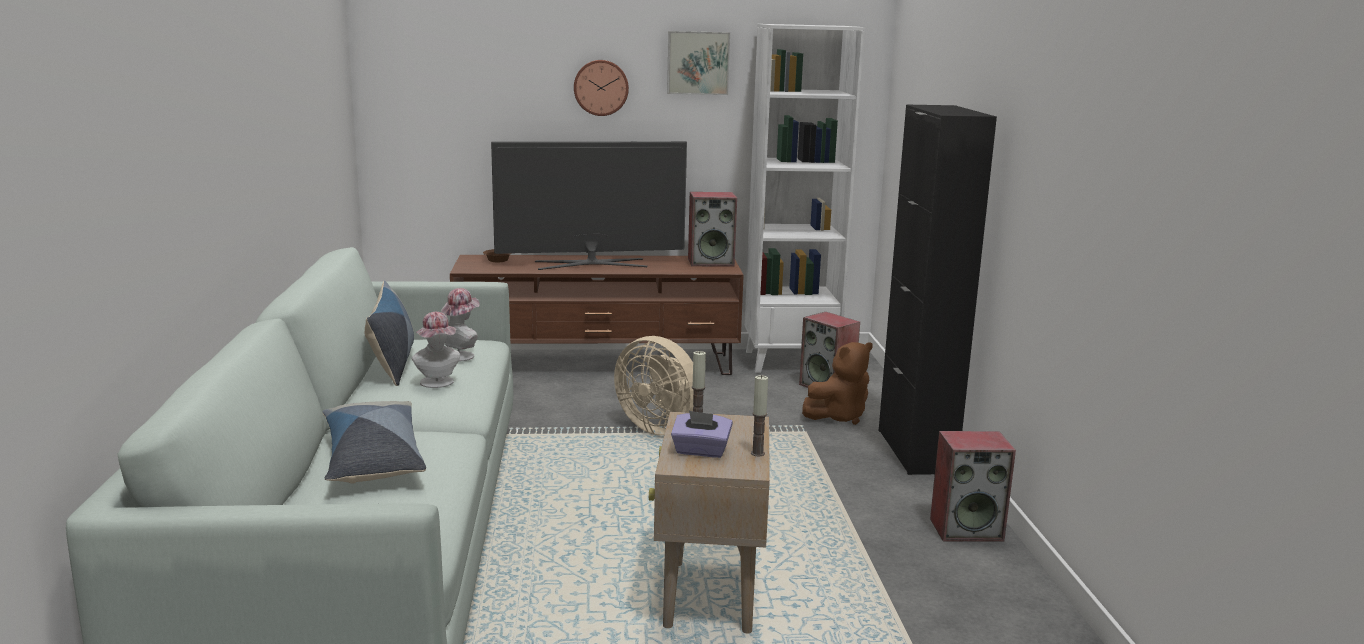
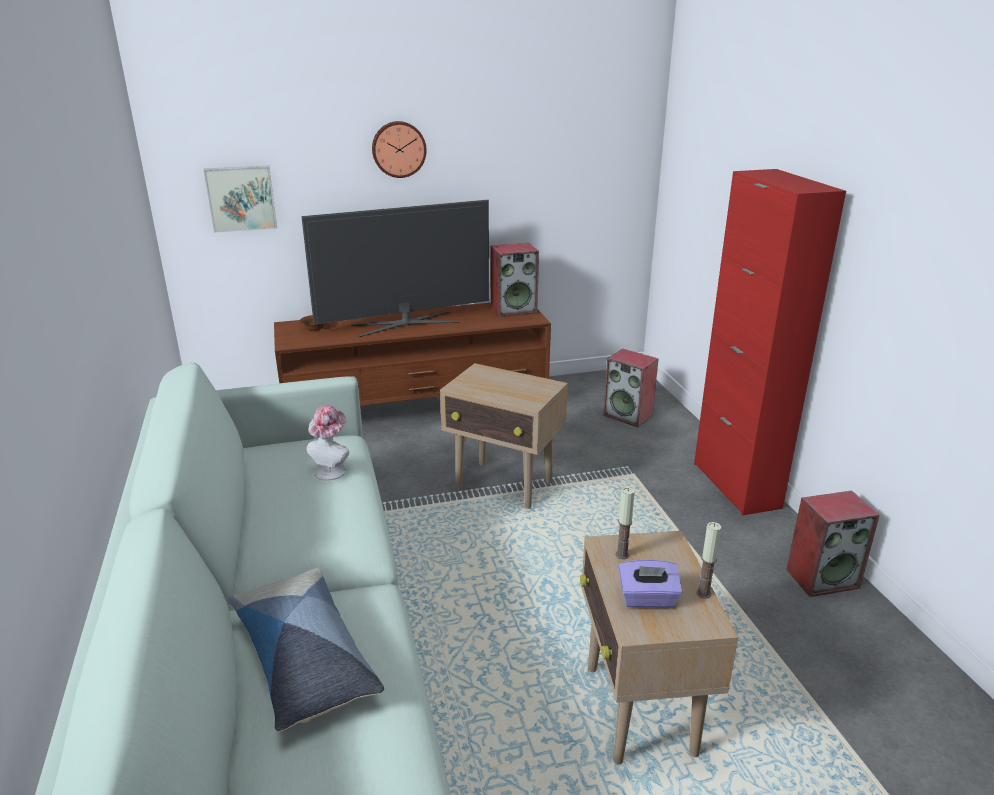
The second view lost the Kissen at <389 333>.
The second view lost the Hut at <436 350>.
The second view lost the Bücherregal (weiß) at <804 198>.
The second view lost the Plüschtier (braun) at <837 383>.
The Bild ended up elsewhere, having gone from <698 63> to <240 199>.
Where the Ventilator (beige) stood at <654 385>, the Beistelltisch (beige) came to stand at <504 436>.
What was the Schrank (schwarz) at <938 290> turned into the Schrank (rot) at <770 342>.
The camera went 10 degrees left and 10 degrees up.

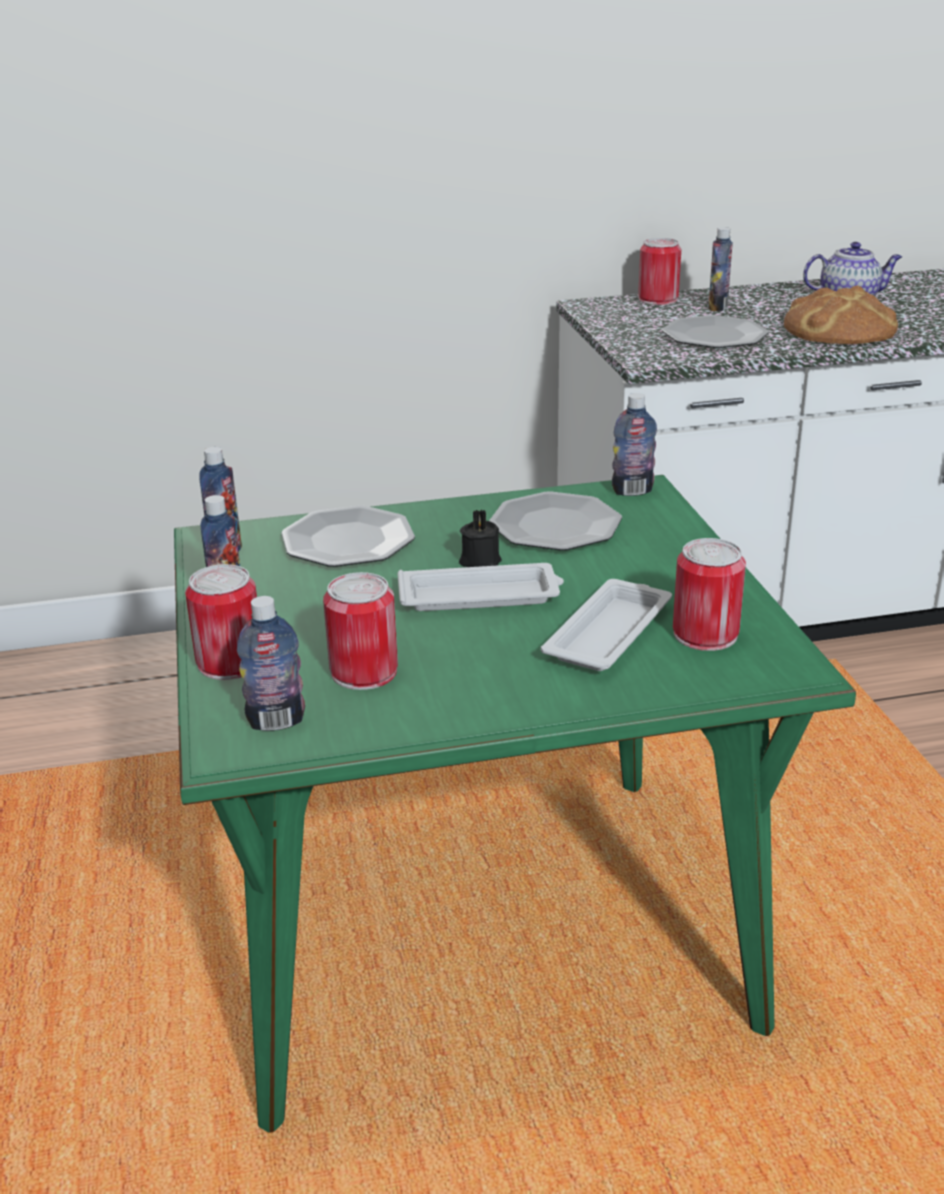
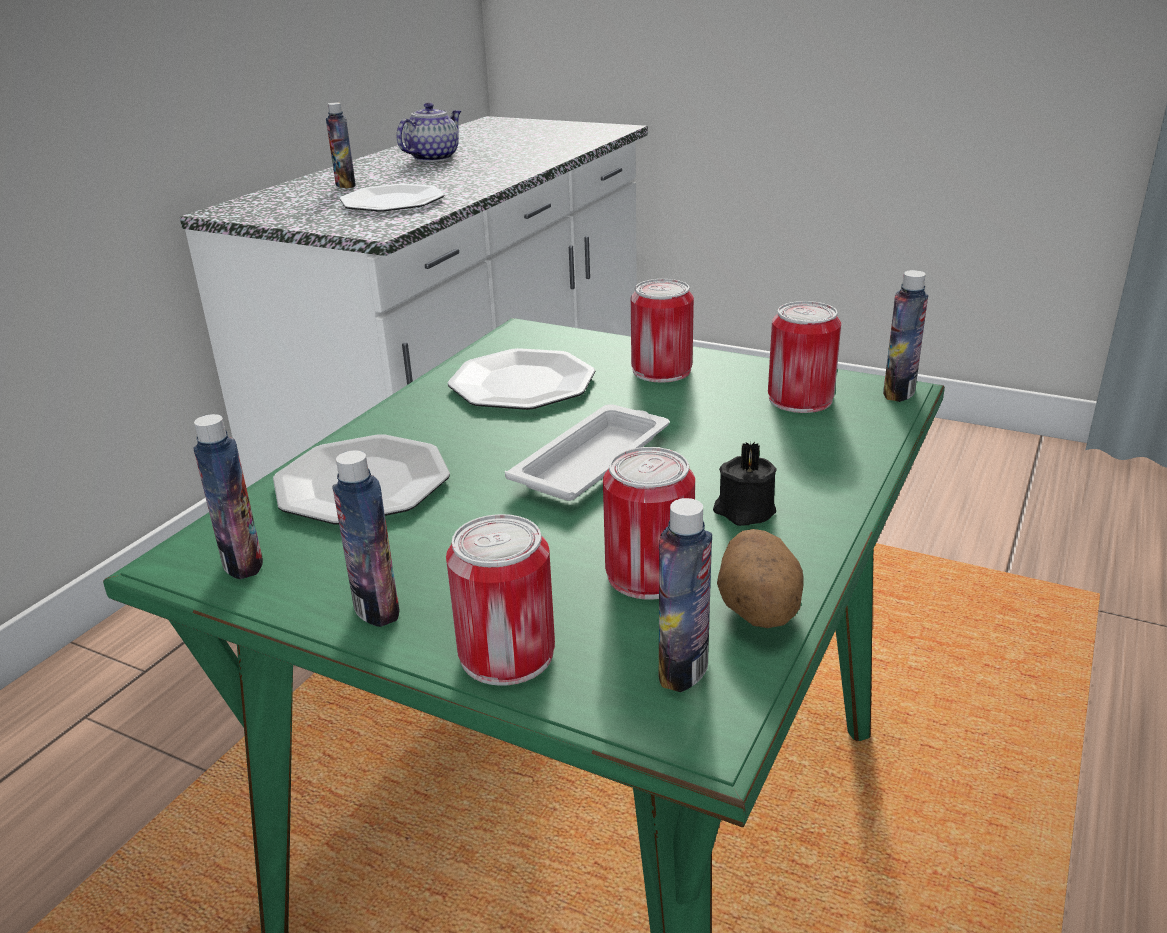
The second view lost the Tablett (weiß) at <606 625>.
The second view lost the Brot at <841 314>.
The second view gained the Kartoffel at <760 578>.
The Kerze (schwarz) ended up elsewhere, having gone from <480 538> to <745 484>.
The Flasche ended up elsewhere, having gone from <634 444> to <905 336>.
The Dose ended up elsewhere, having gone from <659 271> to <662 331>.
The camera went 50 degrees left and 0 degrees up.

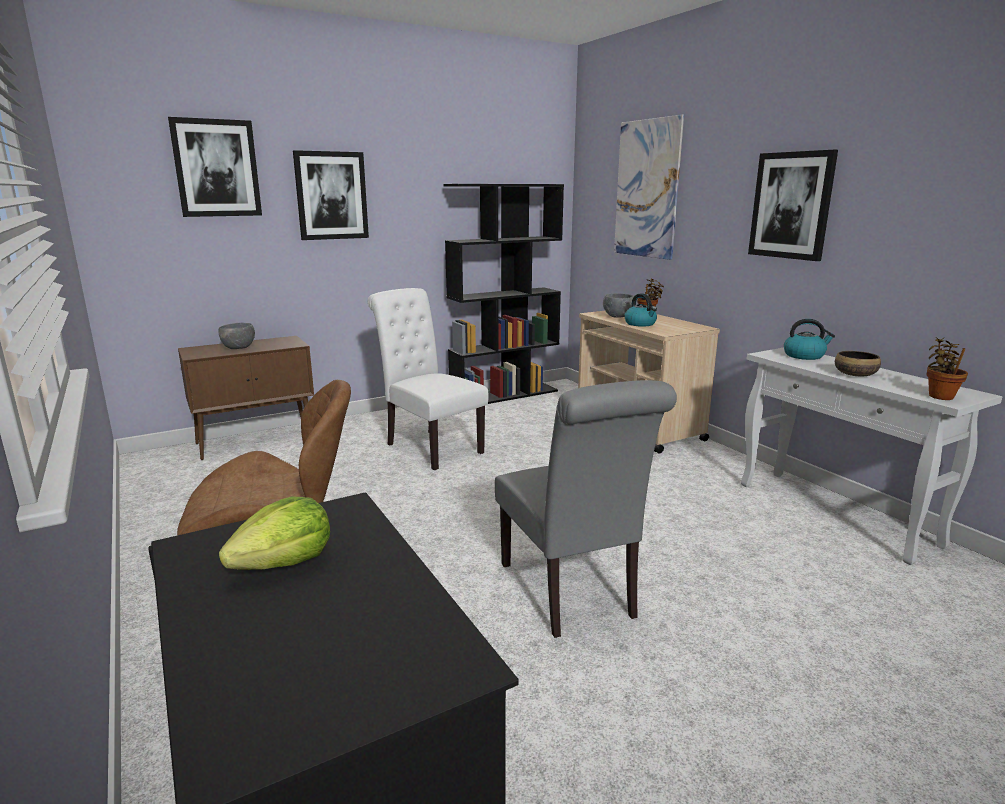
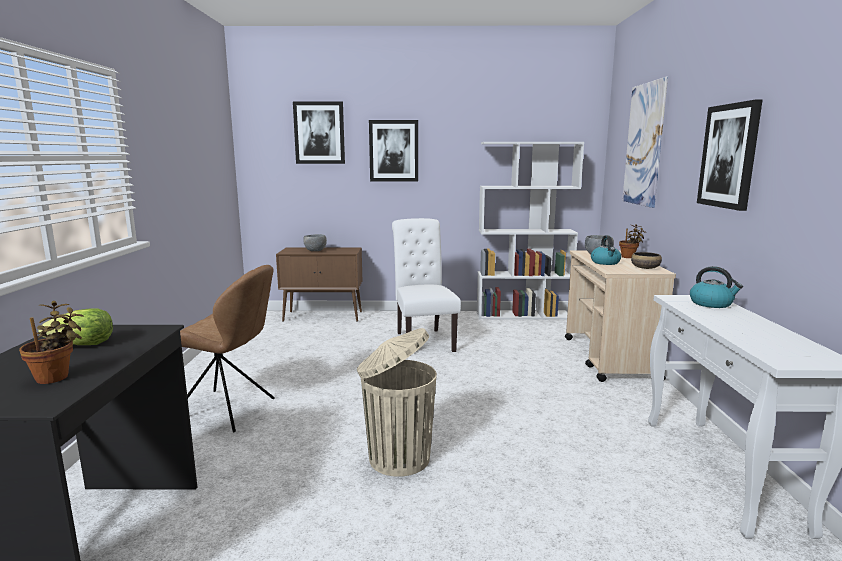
The Schüssel ended up elsewhere, having gone from <858 363> to <646 260>.
The Topfpflanze ended up elsewhere, having gone from <947 368> to <51 342>.
Where the Stuhl (grau) stood at <586 509>, the Mülleimer (beige) came to stand at <397 402>.
What was the Bücherregal (schwarz) at <503 294> turned into the Bücherregal (weiß) at <530 231>.
The camera went 30 degrees right and 5 degrees down.

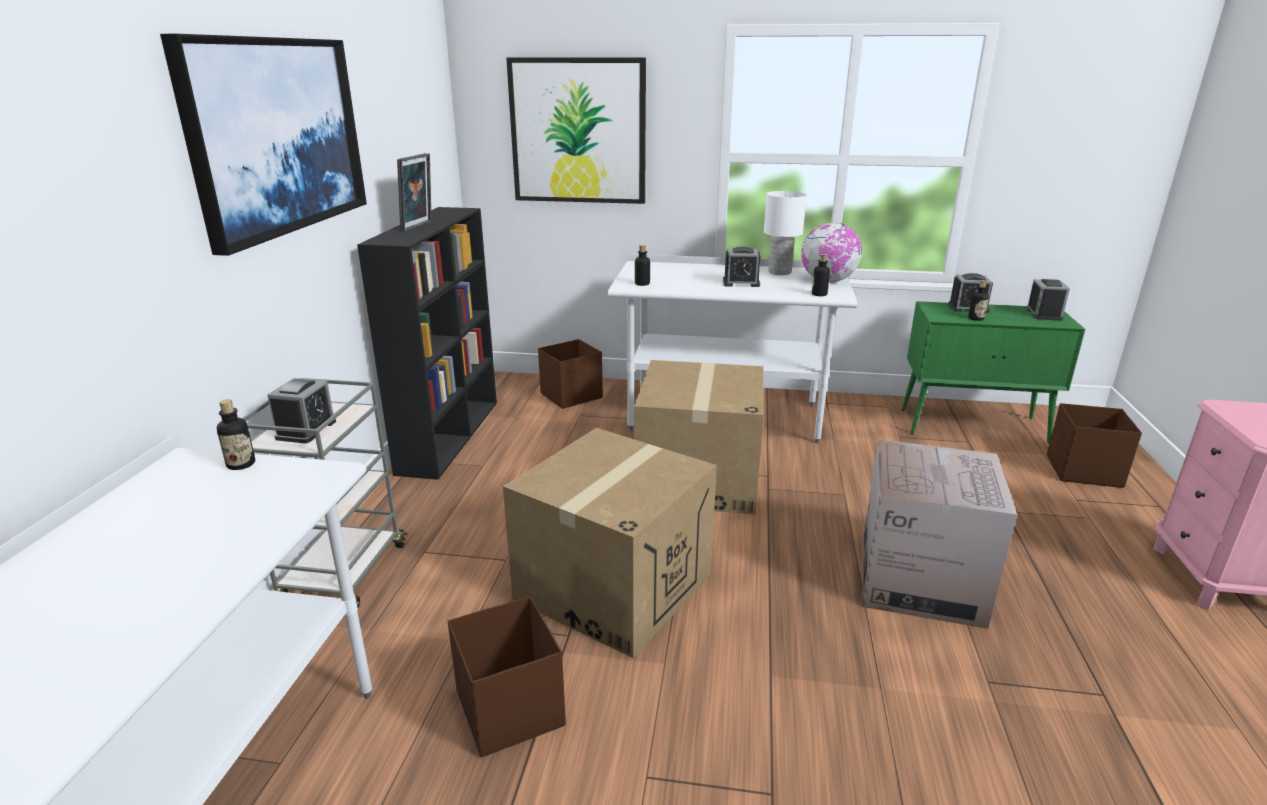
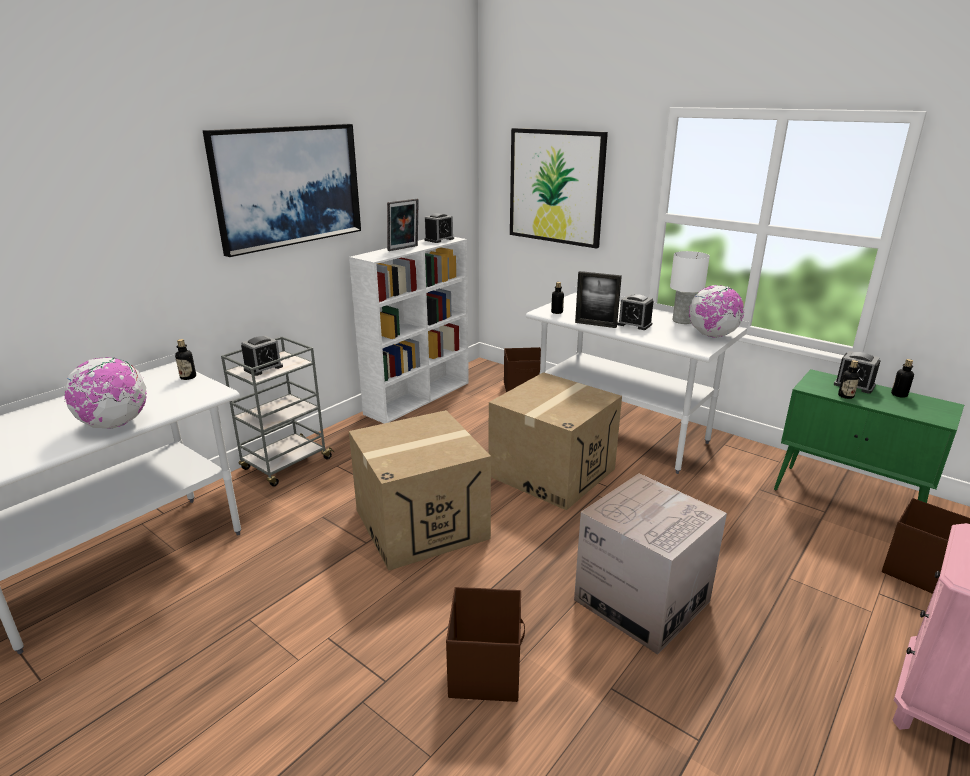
The second view gained the Globus at <105 393>.
The second view gained the Bilderrahmen at <598 299>.
The Aufbewahrungsbox (braun) ended up elsewhere, having gone from <507 676> to <485 644>.
The Flasche ended up elsewhere, having gone from <821 275> to <902 378>.
The Wecker ended up elsewhere, having gone from <1048 300> to <439 228>.
What was the Bücherregal (schwarz) at <427 343> turned into the Bücherregal (weiß) at <409 330>.
The camera went 30 degrees right and 0 degrees up.

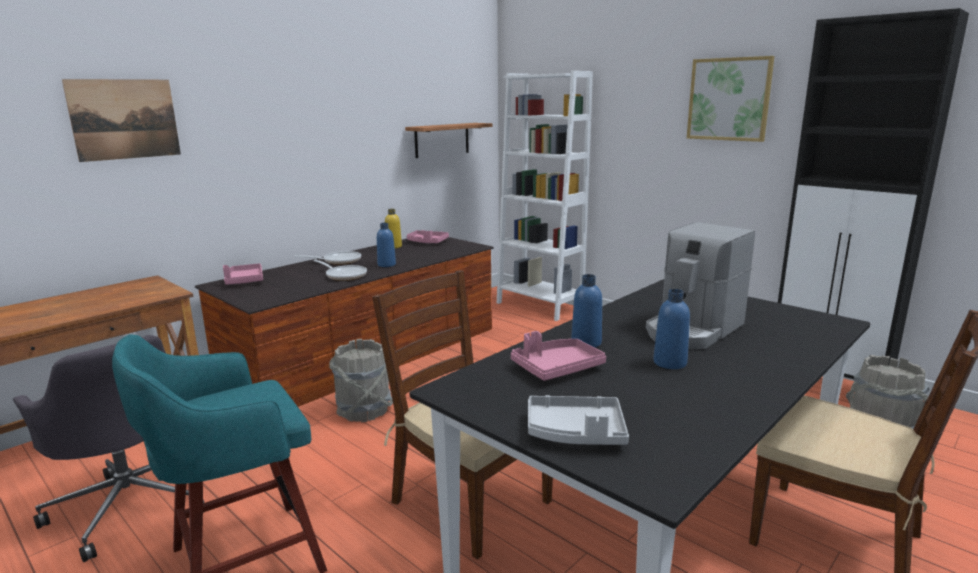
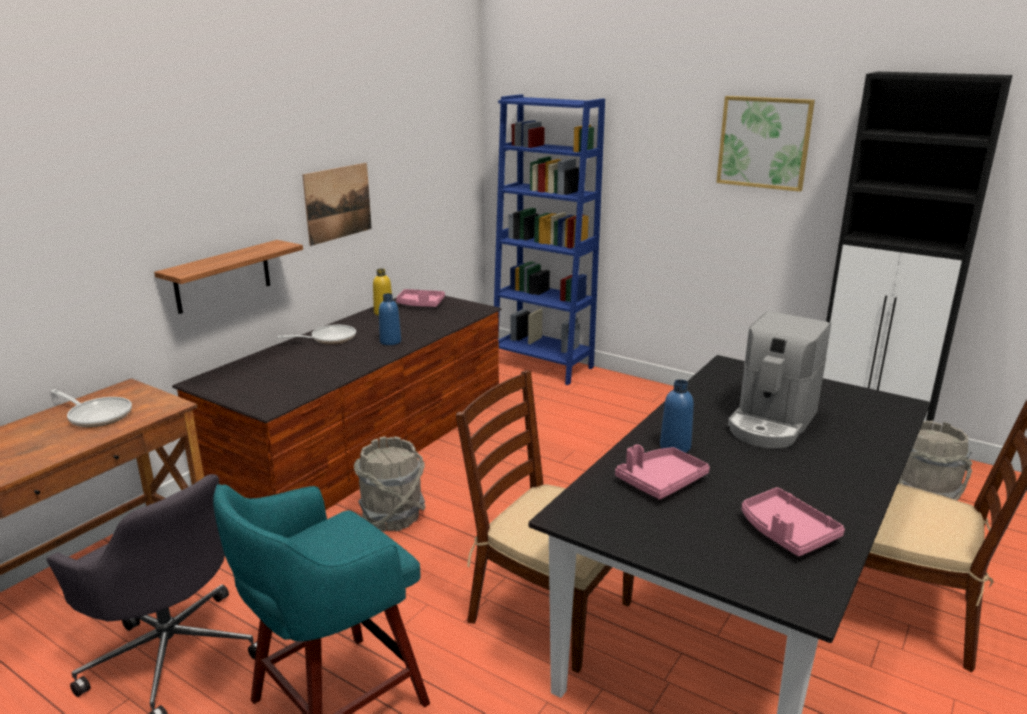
The second view lost the Tablett (grau) at <578 420>.
The second view lost the Flasche (blau) at <671 329>.
The Bild ended up elsewhere, having gone from <121 120> to <337 204>.
The Tablett (rosa) ended up elsewhere, having gone from <243 274> to <793 521>.
The Pfanne ended up elsewhere, having gone from <340 270> to <91 408>.
The Wandregal ended up elsewhere, having gone from <449 140> to <228 277>.
What was the Bücherregal (weiß) at <545 196> turned into the Bücherregal (blau) at <549 239>.
The camera went 10 degrees left and 5 degrees up.

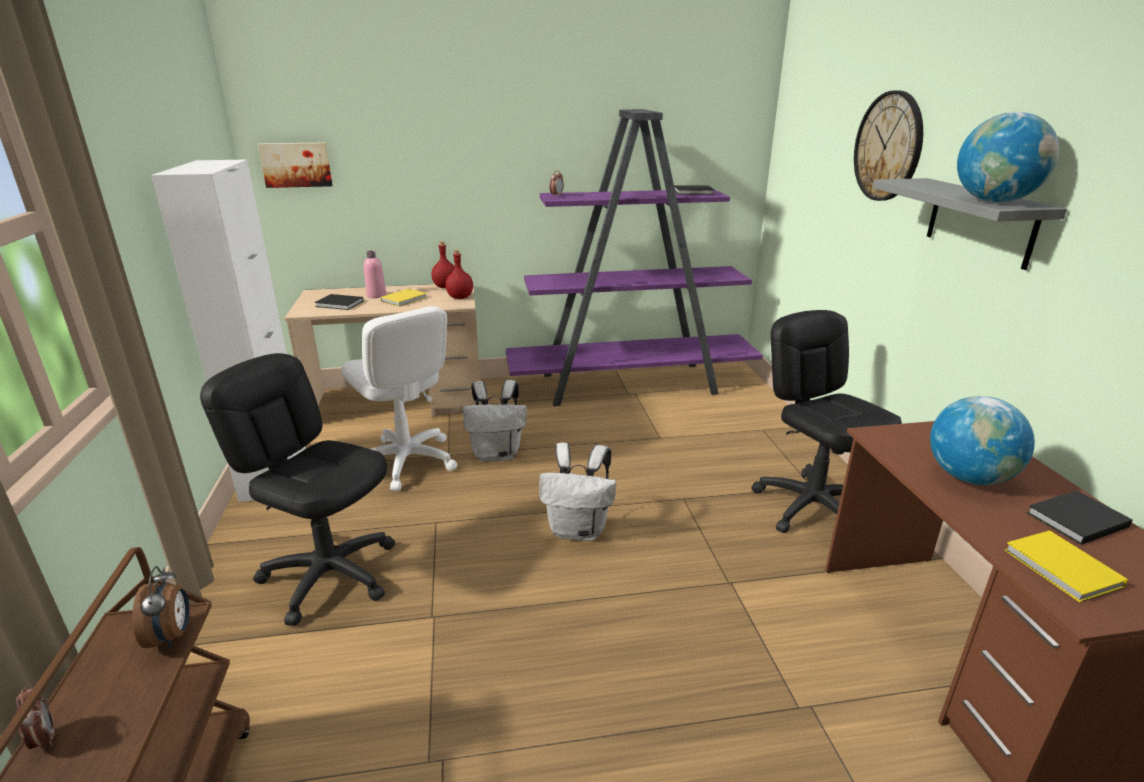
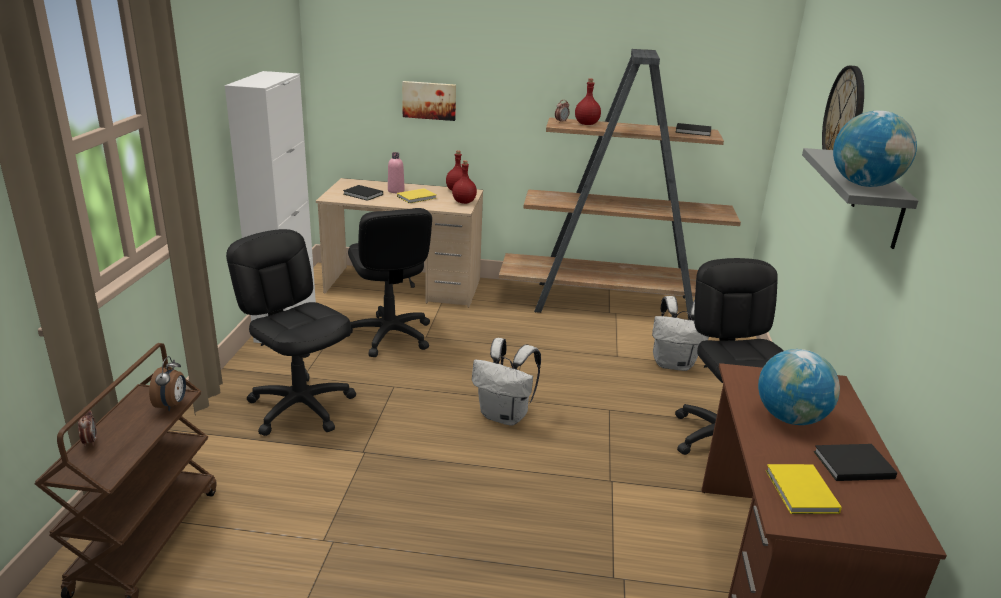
The second view gained the Flasche (rot) at <588 102>.
The Bild ended up elsewhere, having gone from <295 165> to <429 101>.
The Rucksack (weiß) ended up elsewhere, having gone from <495 421> to <680 333>.
What was the Bürostuhl (weiß) at <400 398> turned into the Bürostuhl (schwarz) at <389 282>.
What was the Bücherregal (lila) at <634 257> turned into the Bücherregal (braun) at <620 184>.
The camera went 15 degrees right and 0 degrees up.

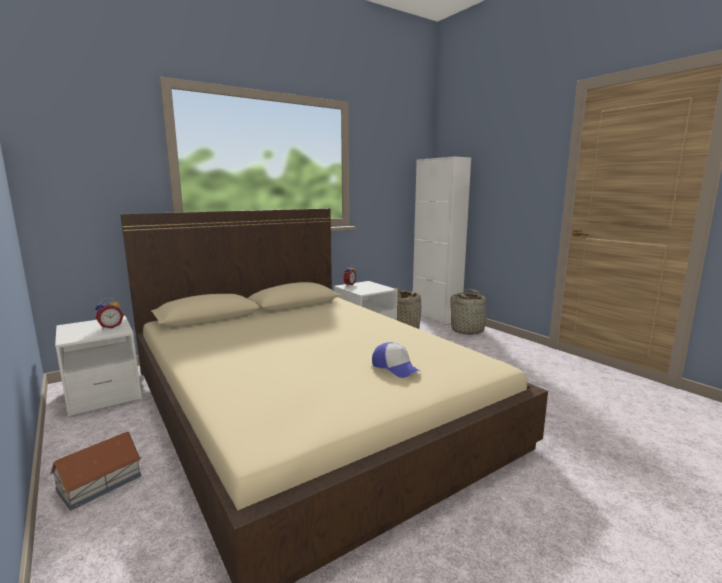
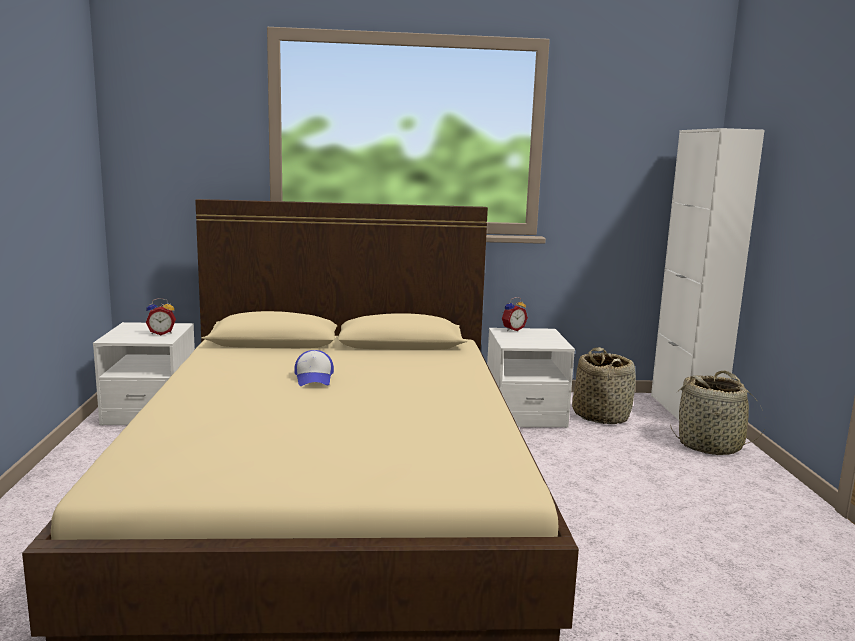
The second view lost the Spielzeughaus at <95 471>.
The Kappe ended up elsewhere, having gone from <396 360> to <314 368>.
The camera went 30 degrees right and 0 degrees up.

